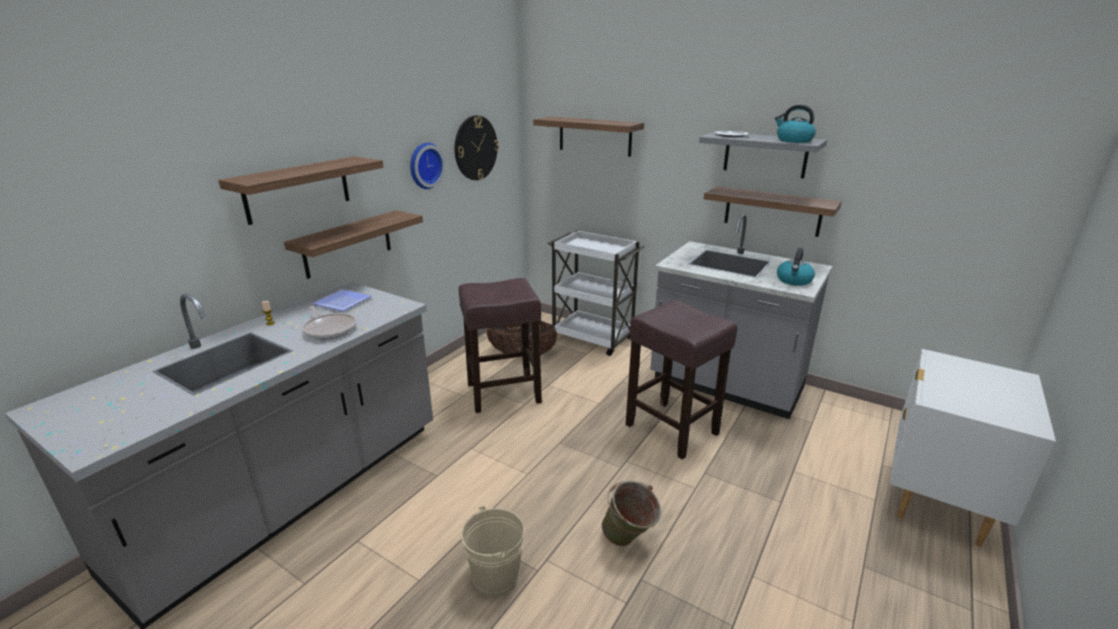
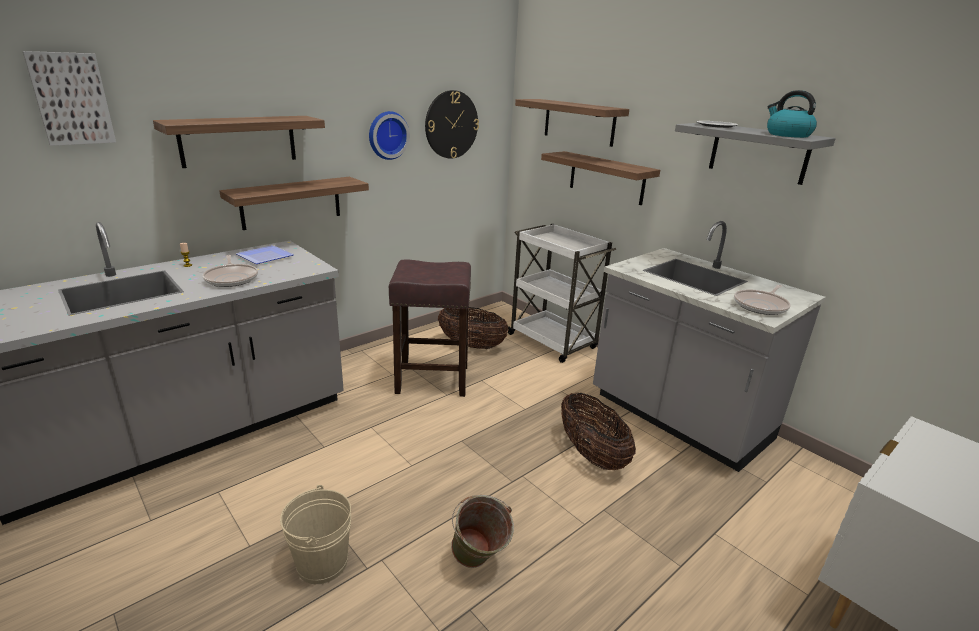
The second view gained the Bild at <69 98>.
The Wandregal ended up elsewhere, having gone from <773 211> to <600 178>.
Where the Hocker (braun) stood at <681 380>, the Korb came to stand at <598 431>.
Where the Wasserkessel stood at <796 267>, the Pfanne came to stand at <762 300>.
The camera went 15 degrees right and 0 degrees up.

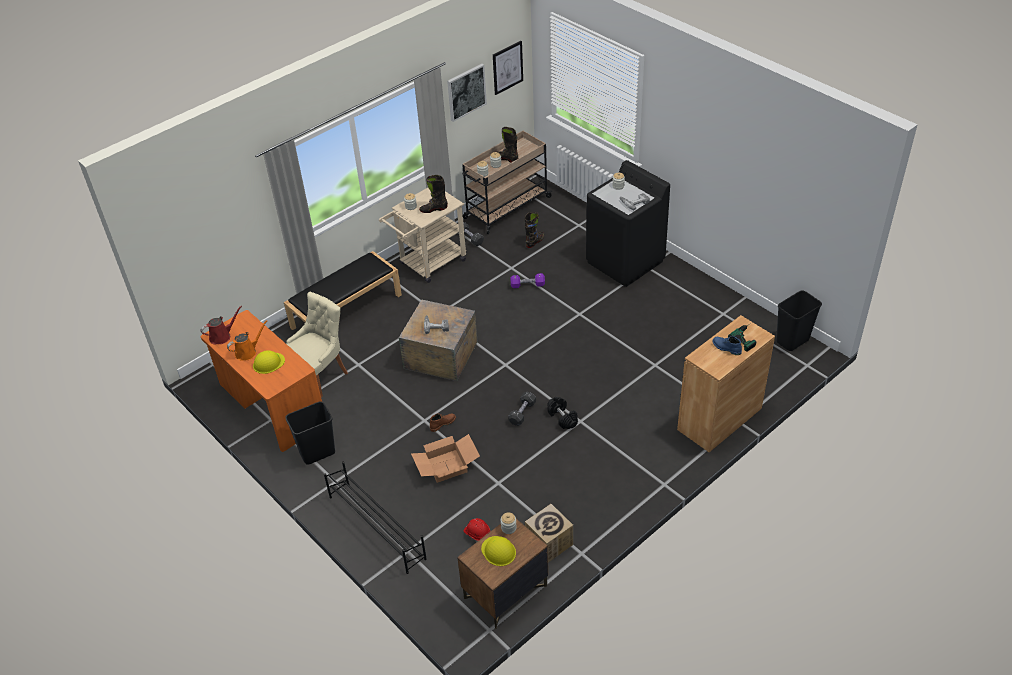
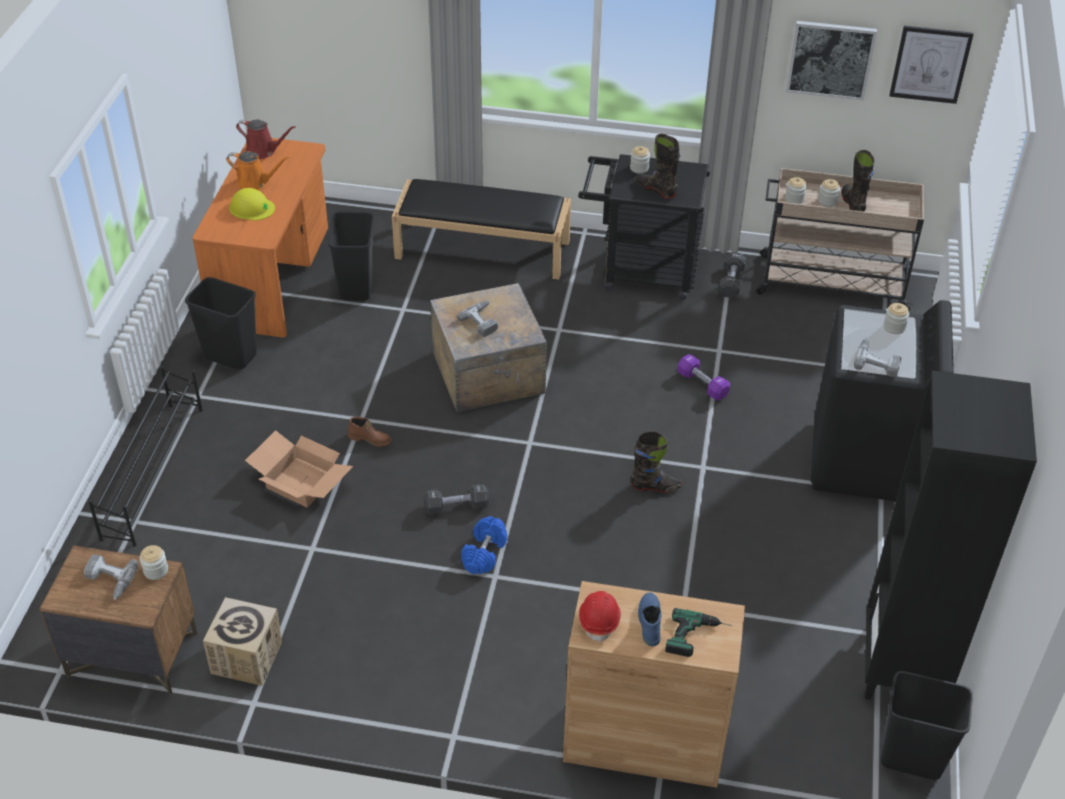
The second view gained the Bücherregal (schwarz) at <951 535>.
The Schutzhelm (rot) ended up elsewhere, having gone from <477 529> to <600 617>.
The Stiefel (schwarz) ended up elsewhere, having gone from <534 230> to <656 462>.
Where the Stuhl (beige) stood at <317 345>, the Mülleimer (schwarz) came to stand at <351 256>.
Where the Schutzhelm (gelb) stood at <498 551>, the Bohrmaschine came to stand at <111 577>.
What was the Rollwagen (beige) at <422 235> turned into the Rollwagen (schwarz) at <644 227>.
What was the Hantel (schwarz) at <563 413> turned into the Hantel (blau) at <484 545>.
The camera went 50 degrees right and 0 degrees up.

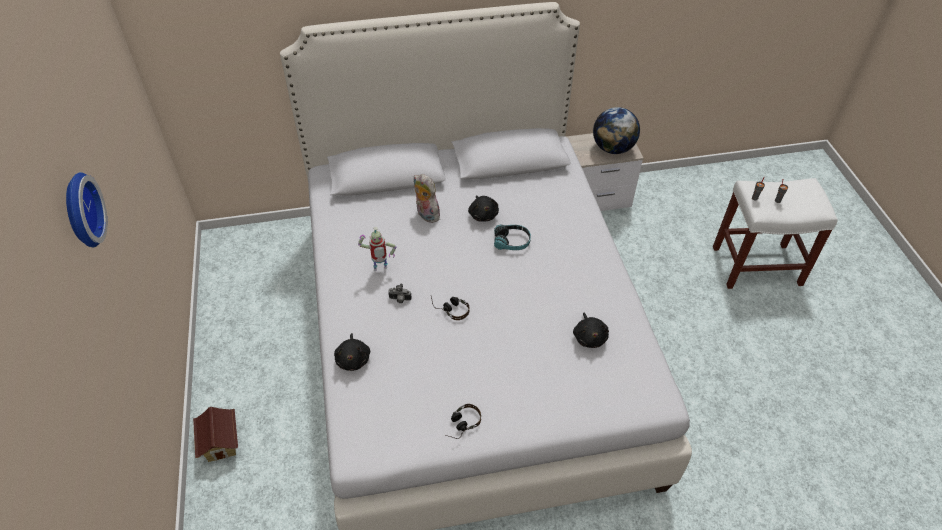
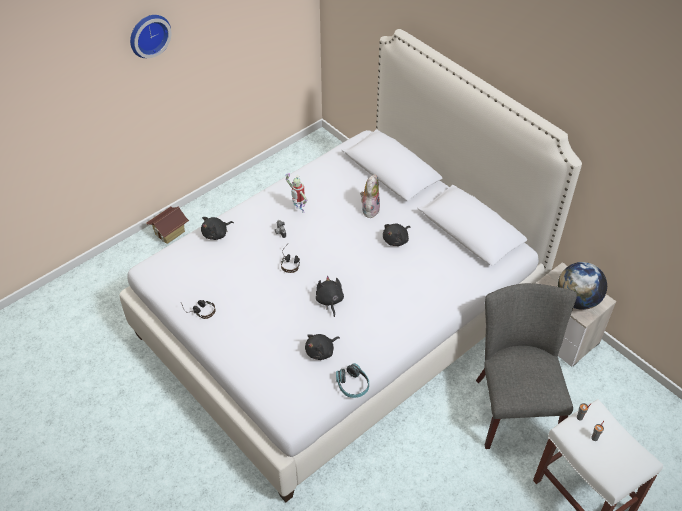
The second view gained the Plüschtier (schwarz) at <330 296>.
The second view gained the Stuhl (grau) at <526 366>.
The Kopfhörer ended up elsewhere, having gone from <512 237> to <352 380>.
The camera went 60 degrees right and 0 degrees up.

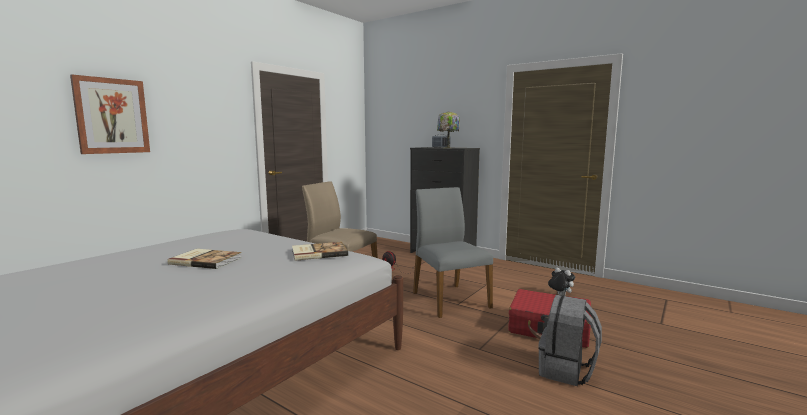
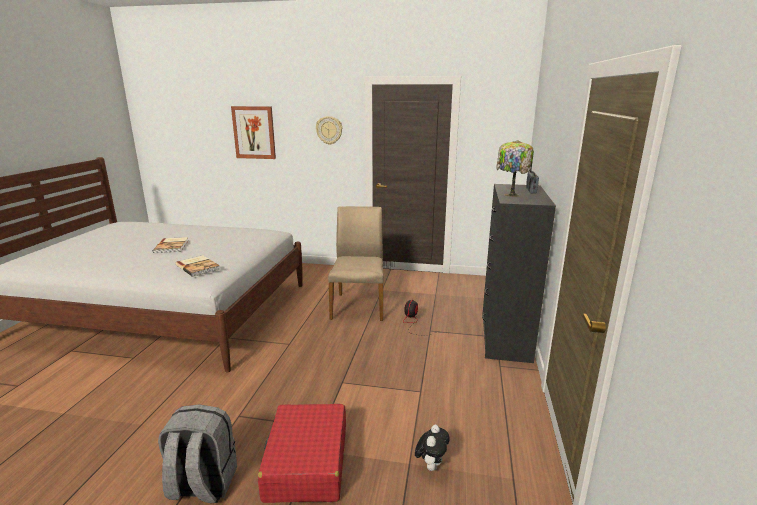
The second view lost the Stuhl (grau) at <453 252>.
The second view gained the Wanduhr at <329 130>.
The camera went 65 degrees right and 10 degrees up.

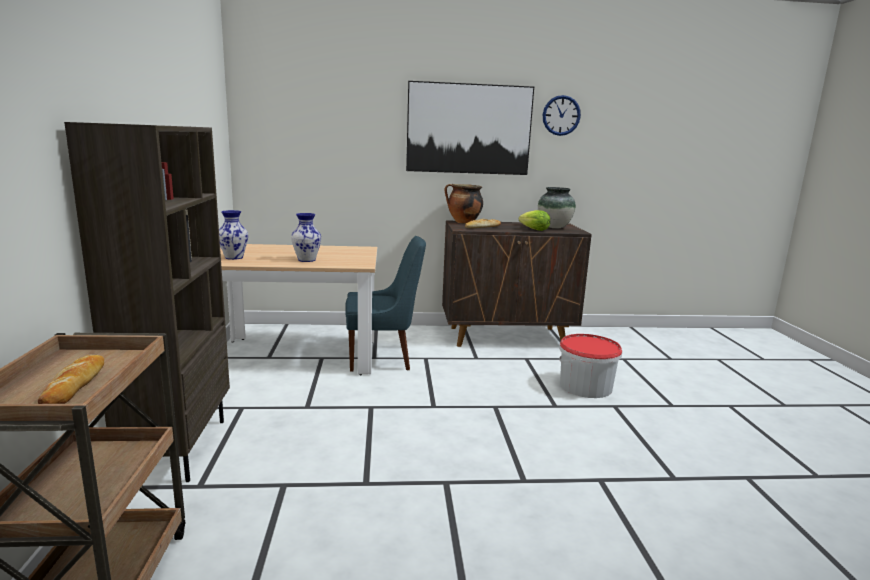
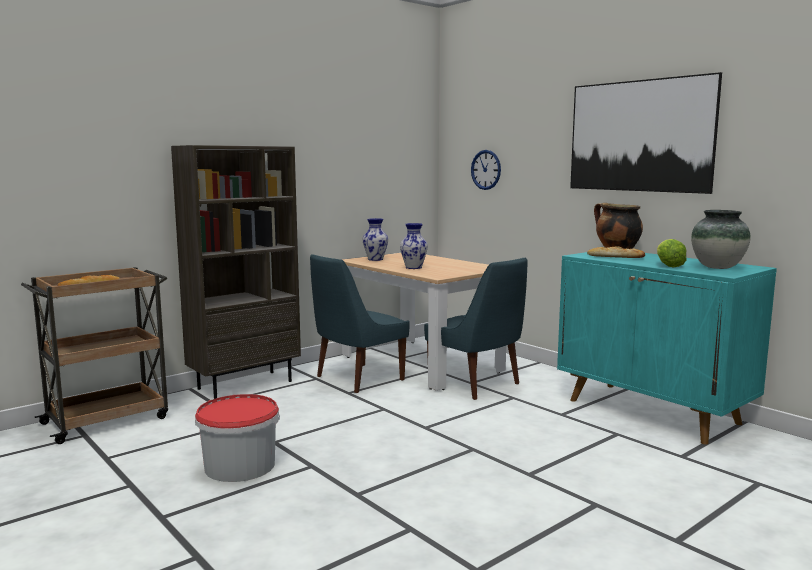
The second view gained the Stuhl (blau) at <360 323>.
The Wanduhr ended up elsewhere, having gone from <562 115> to <486 170>.
The Eimer ended up elsewhere, having gone from <590 366> to <237 438>.
What was the Schrank (braun) at <517 283> turned into the Schrank (türkis) at <667 348>.
The camera went 55 degrees right and 5 degrees down.

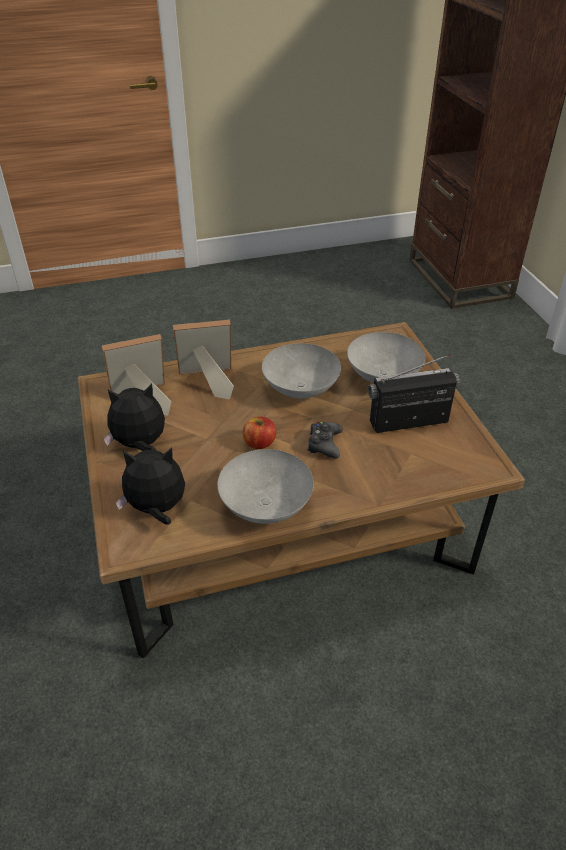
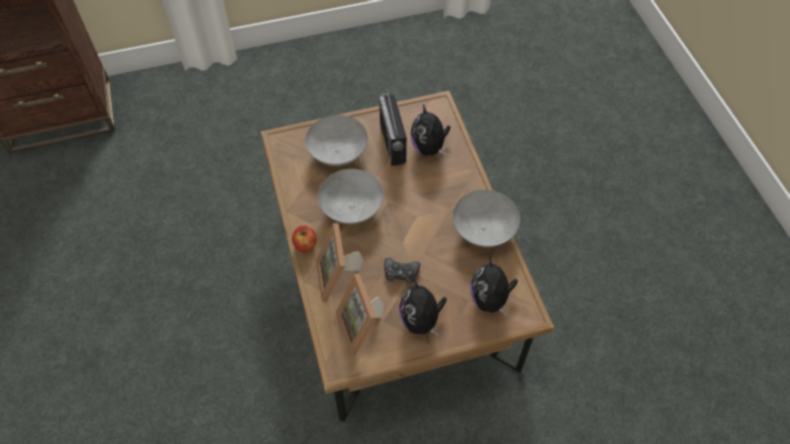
The second view gained the Plüschtier at <430 130>.
The Apfel ended up elsewhere, having gone from <259 433> to <304 238>.
The Gamepad (schwarz) ended up elsewhere, having gone from <325 440> to <402 271>.
The camera went 90 degrees left and 15 degrees up.

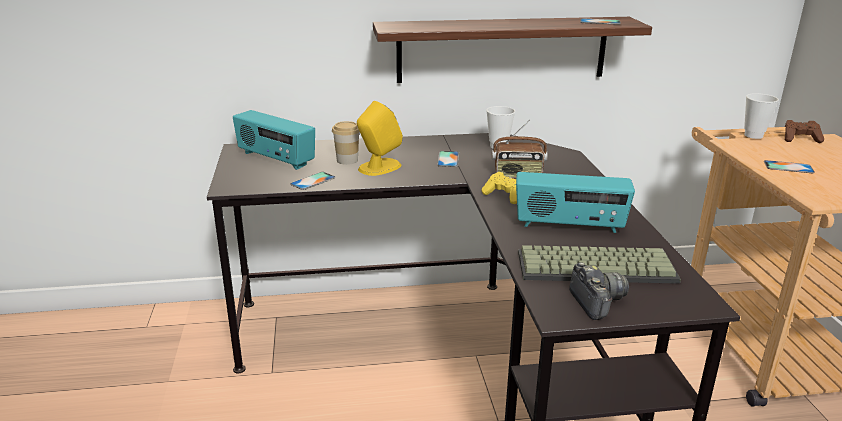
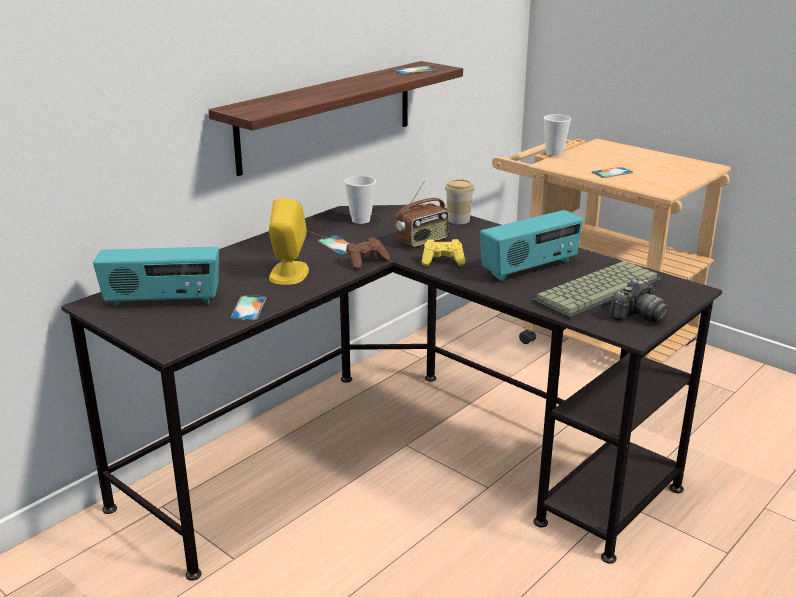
The Tasse ended up elsewhere, having gone from <346 143> to <460 201>.
The Gamepad (braun) ended up elsewhere, having gone from <804 131> to <368 253>.
The Kamera at <599 291> ended up facing another way, 105 degrees clockwise from before.
The camera went 40 degrees left and 0 degrees up.

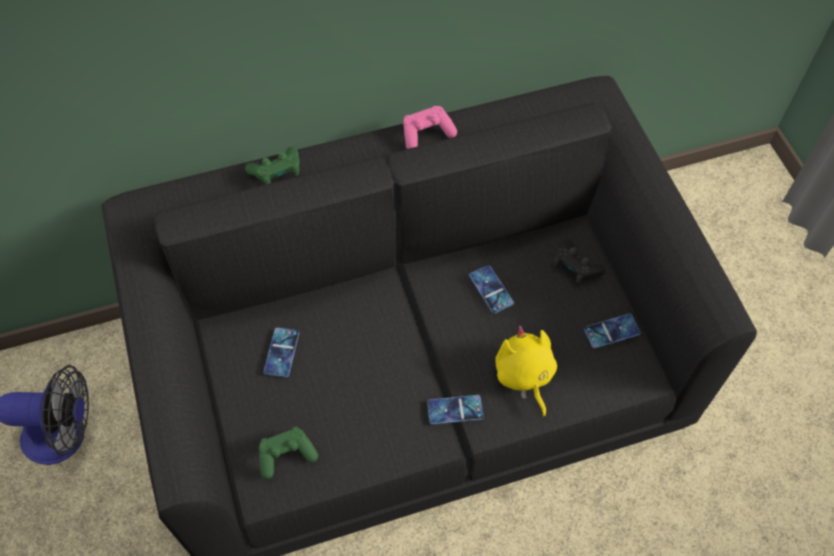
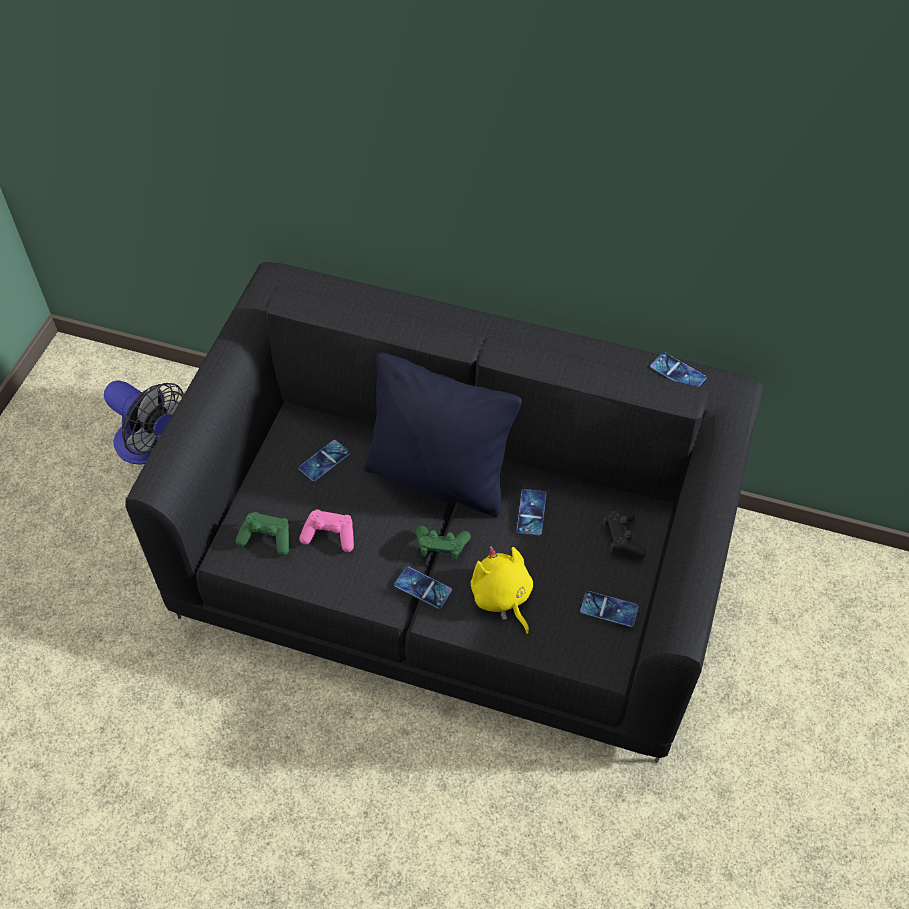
The second view gained the Kissen (schwarz) at <443 435>.
The second view gained the Handy at <678 369>.
The Gamepad (grün) ended up elsewhere, having gone from <272 165> to <443 543>.
The Gamepad (rosa) ended up elsewhere, having gone from <430 127> to <326 530>.
The Plüschtier (gelb) at <526 371> ended up facing another way, 45 degrees counterclockwise from before.
The camera went 35 degrees right and 5 degrees down.

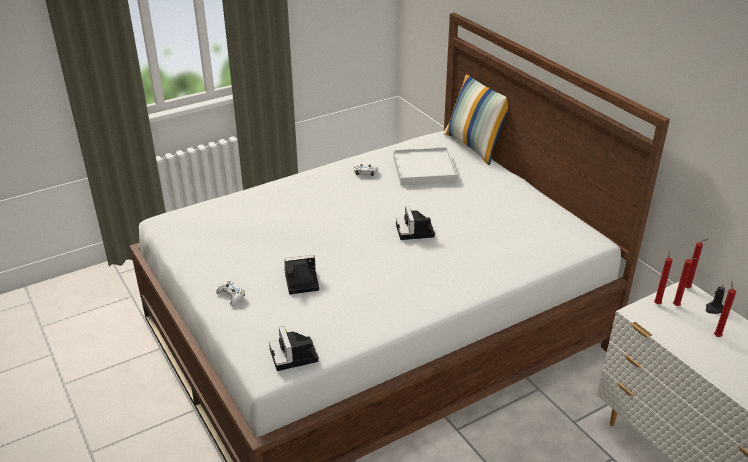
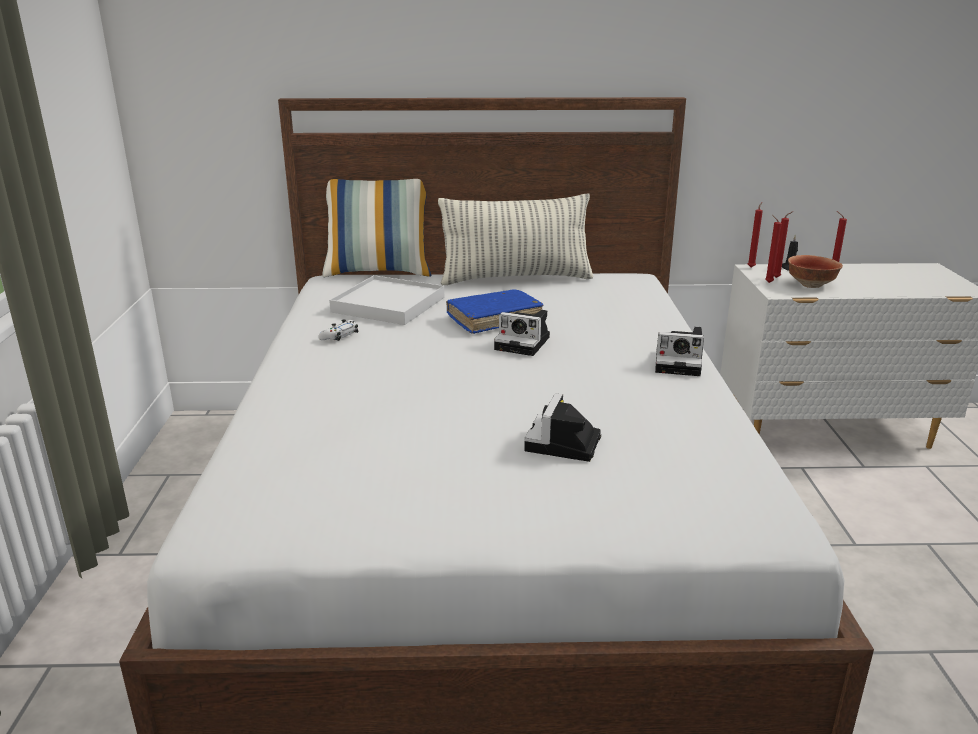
The second view lost the Gamepad (weiß) at <230 293>.
The second view gained the Kissen at <516 239>.
The second view gained the Buch (blau) at <495 311>.
The second view gained the Schüssel at <815 271>.
The Kamera ended up elsewhere, having gone from <294 348> to <679 351>.
The camera went 60 degrees left and 10 degrees down.

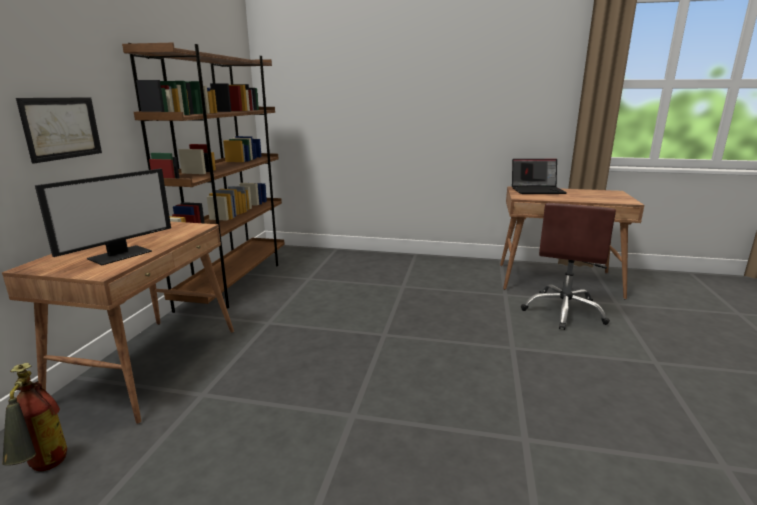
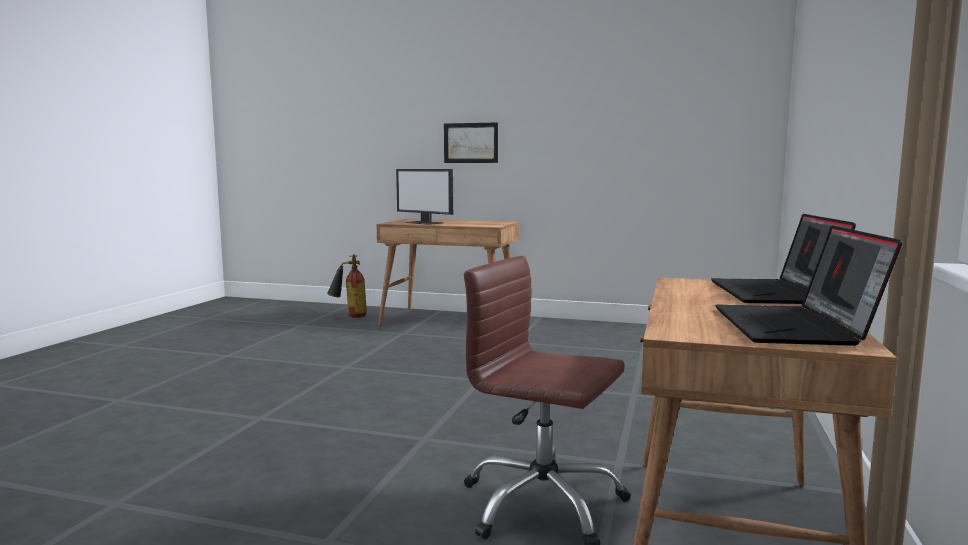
The second view lost the Bücherregal (braun) at <203 178>.
The second view gained the Laptop at <809 285>.
The camera went 95 degrees right and 10 degrees down.

